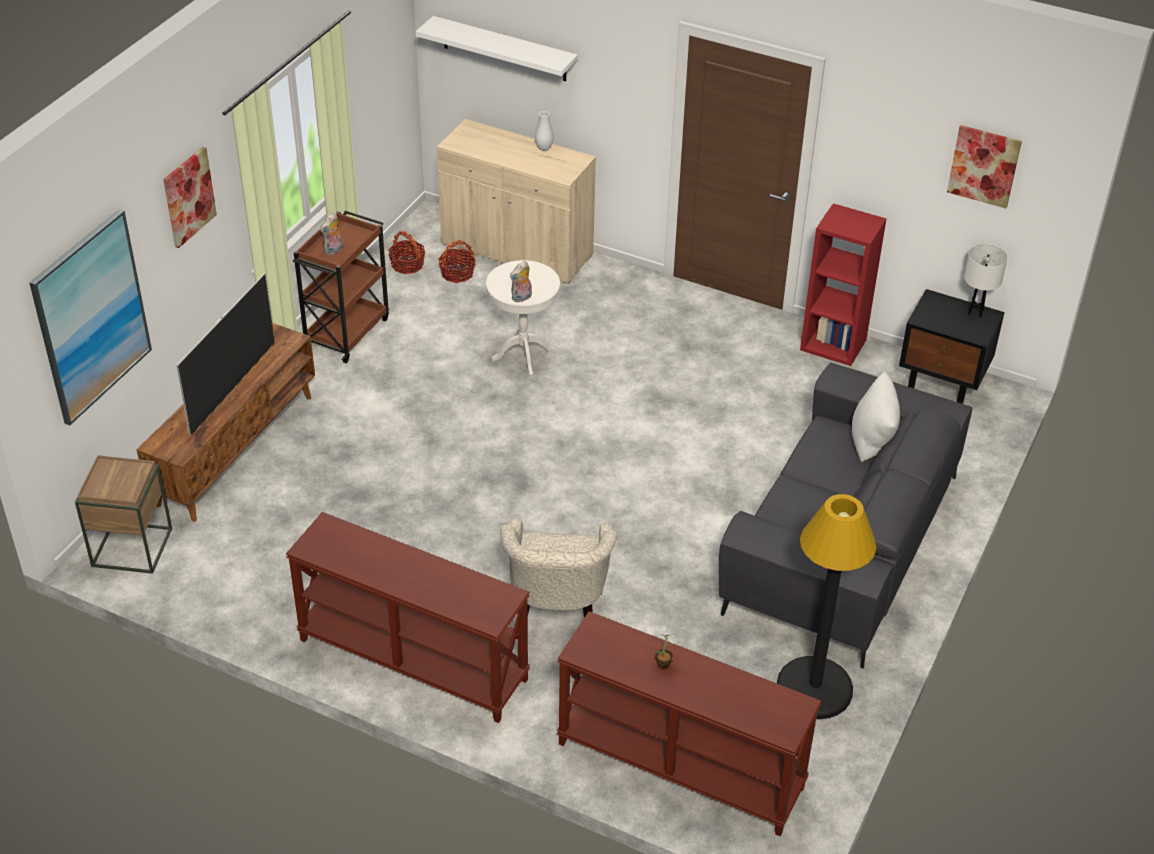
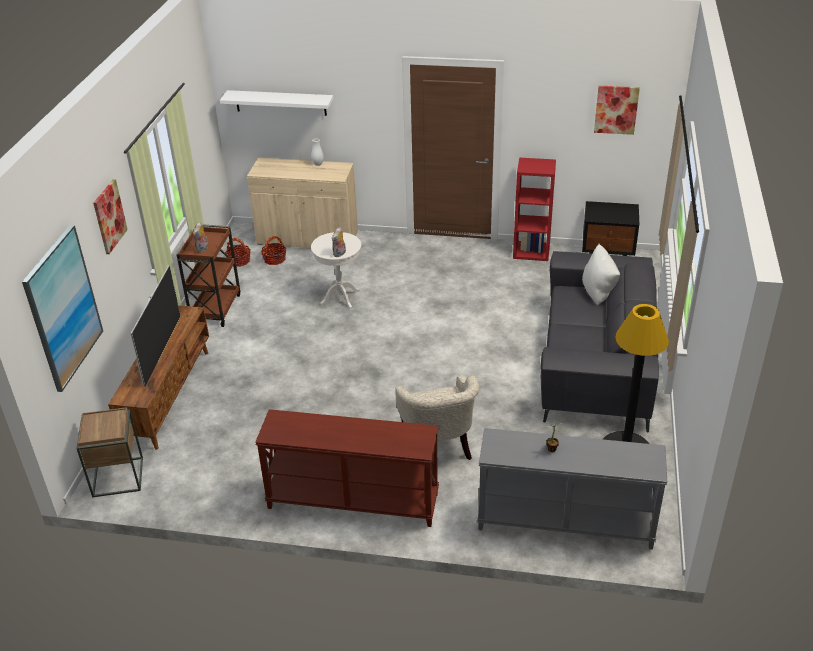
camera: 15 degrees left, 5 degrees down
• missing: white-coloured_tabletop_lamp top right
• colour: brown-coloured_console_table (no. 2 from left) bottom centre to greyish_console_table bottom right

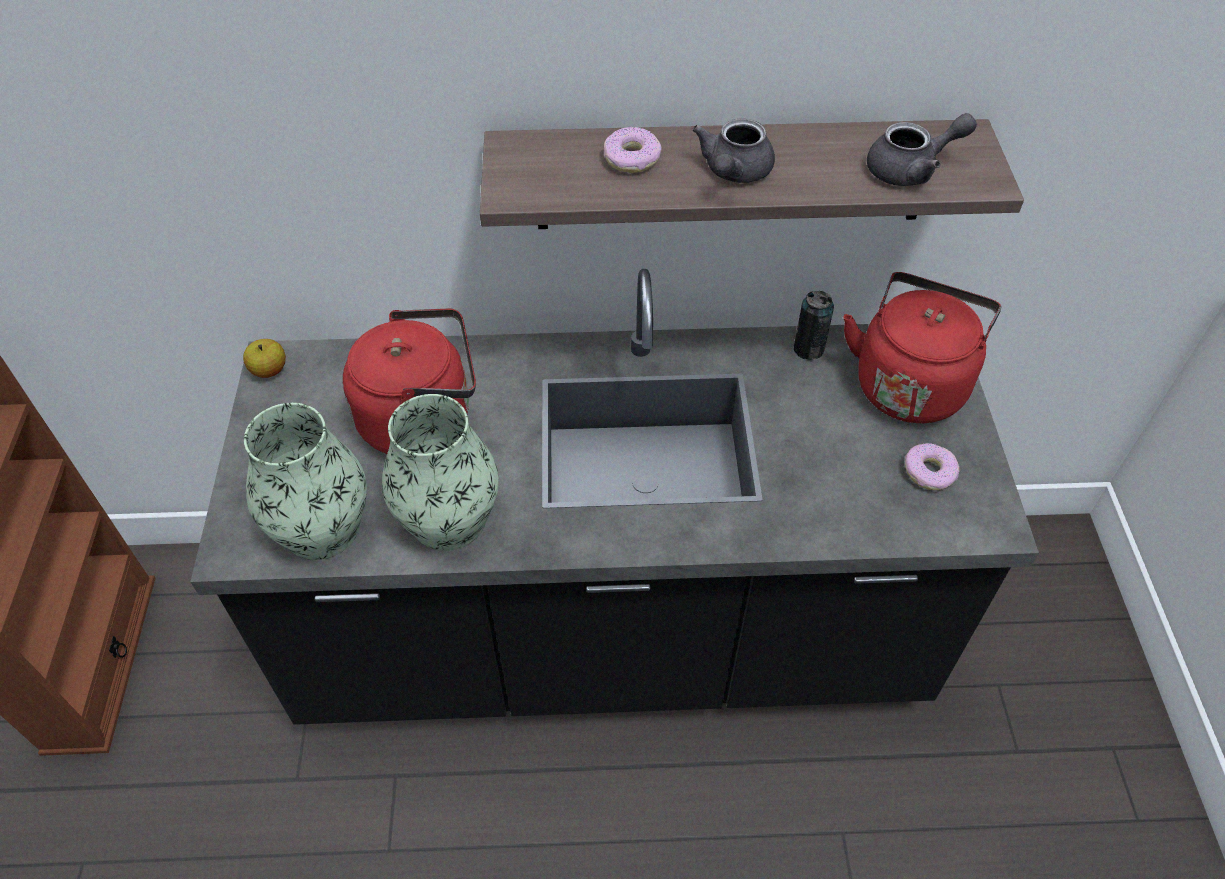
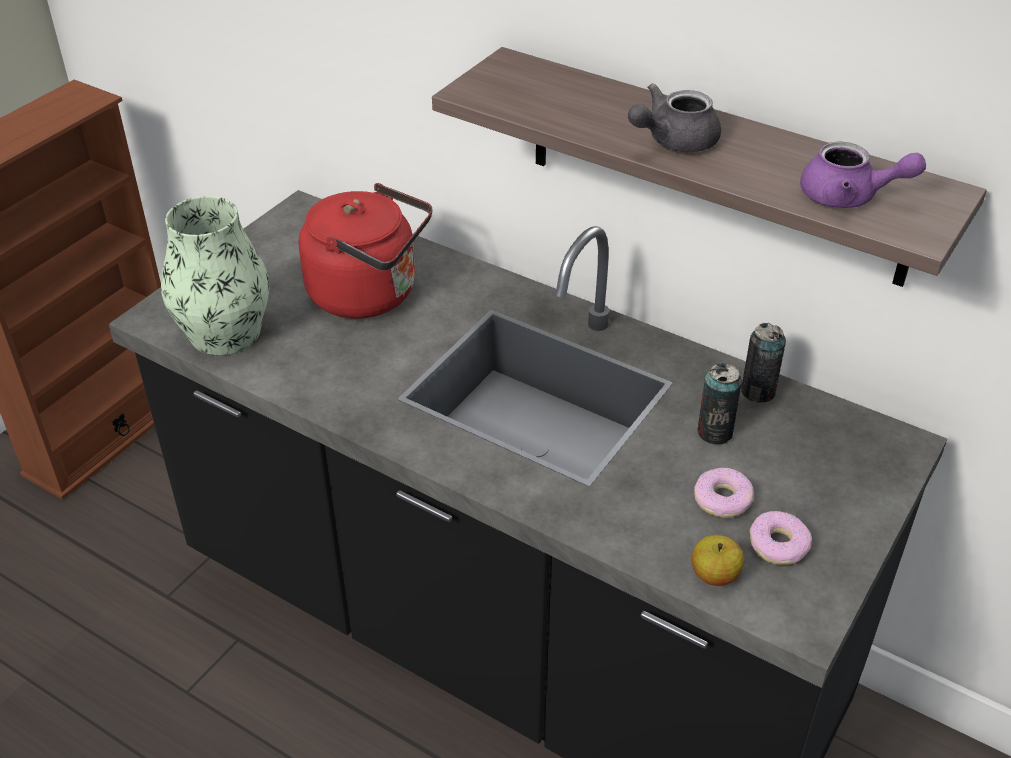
camera: 35 degrees right, 10 degrees down
• missing: vase (no. 2 from left) centre
• missing: reddish_kettle (no. 2 from left) middle right
• appeared: metal_can (no. 1 from left) middle right
• relocated: apple middle left to bottom right
• relocated: donut (no. 1 from left) top centre to middle right
• colour: greyish_tea_pot (no. 2 from left) top right to purple-coloured_tea_pot top right

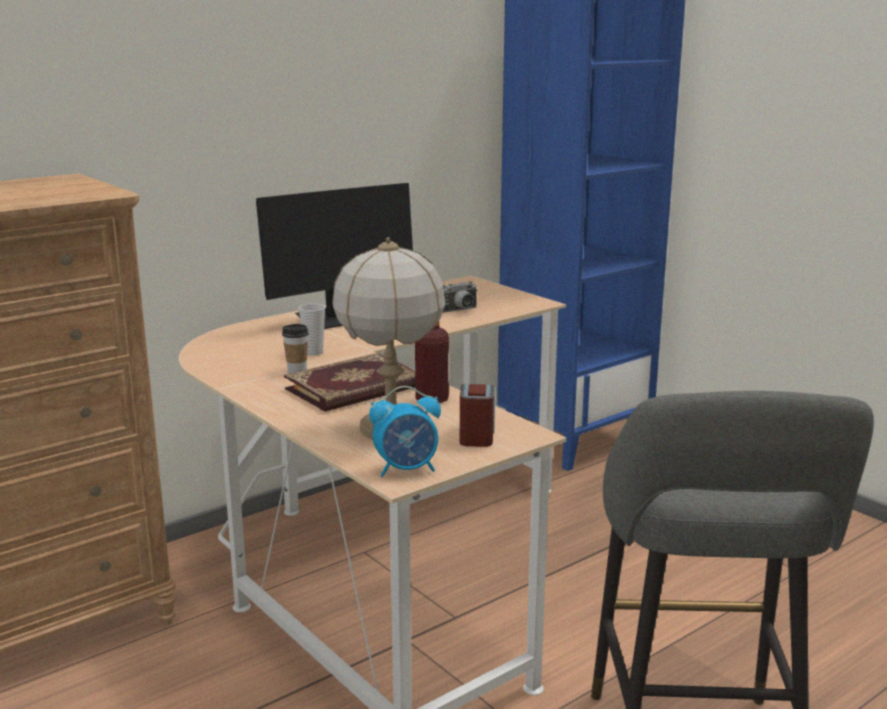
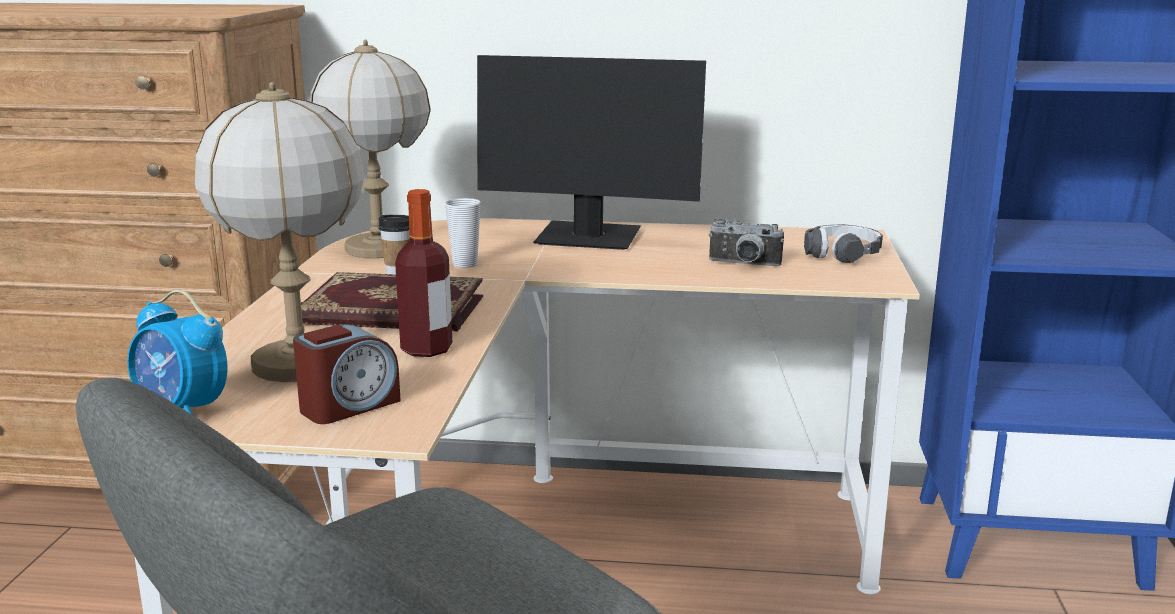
camera: 45 degrees right, 0 degrees up
• appeared: tabletop_lamp (no. 2 from left) top left
• appeared: headset middle right

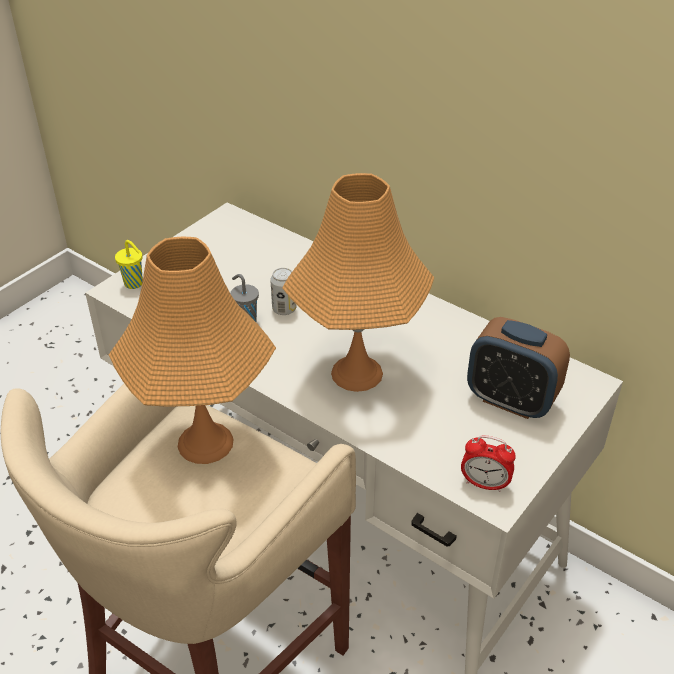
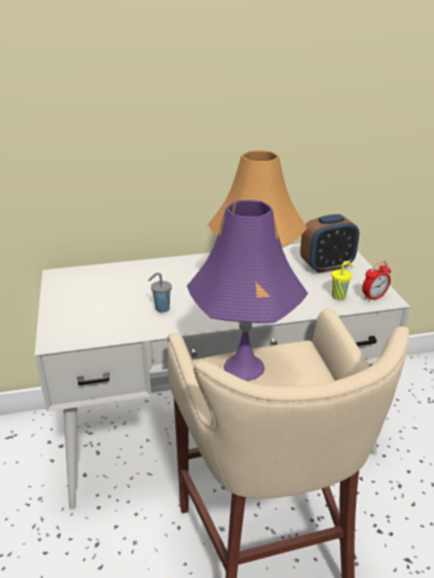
camera: 50 degrees left, 10 degrees down
• missing: metal_can centre
• relocated: yellowish_drinking_cup middle left to middle right
• colour: orangey_tabletop_lamp (no. 1 from left) middle left to purple-coloured_tabletop_lamp centre

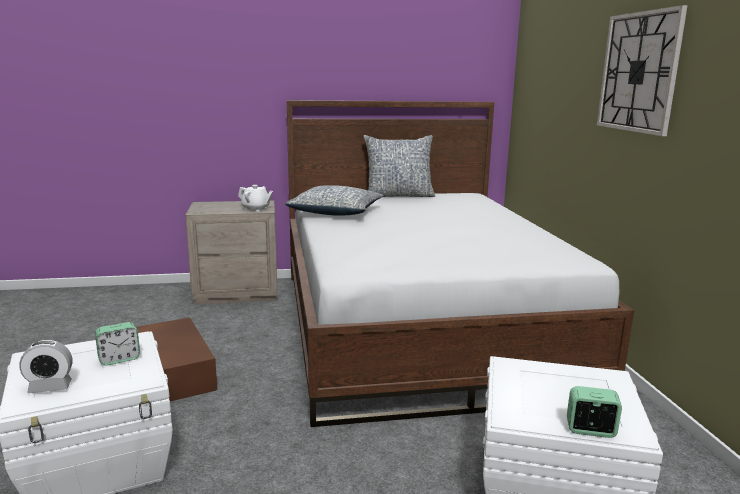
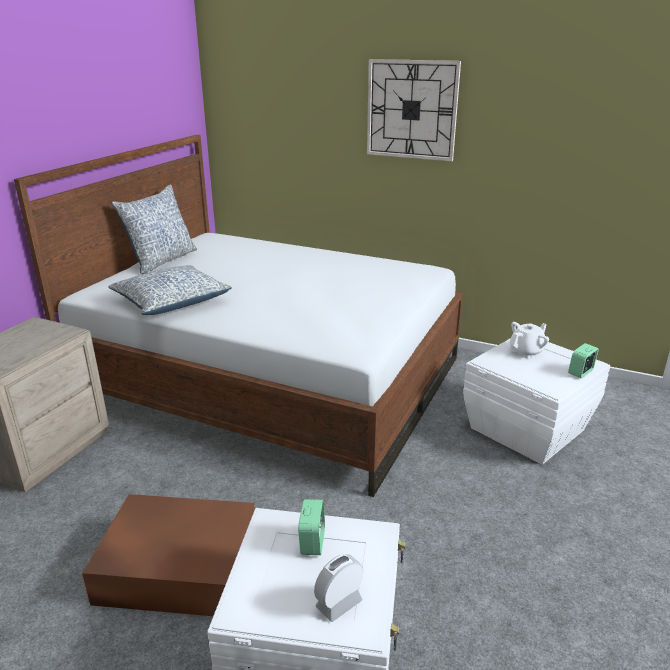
camera: 55 degrees left, 10 degrees up
• relocated: white-coloured_tea_pot centre to middle right
• spun: table_clock (no. 1 from left in the first image) bottom left = bottom centre 150 degrees counterclockwise

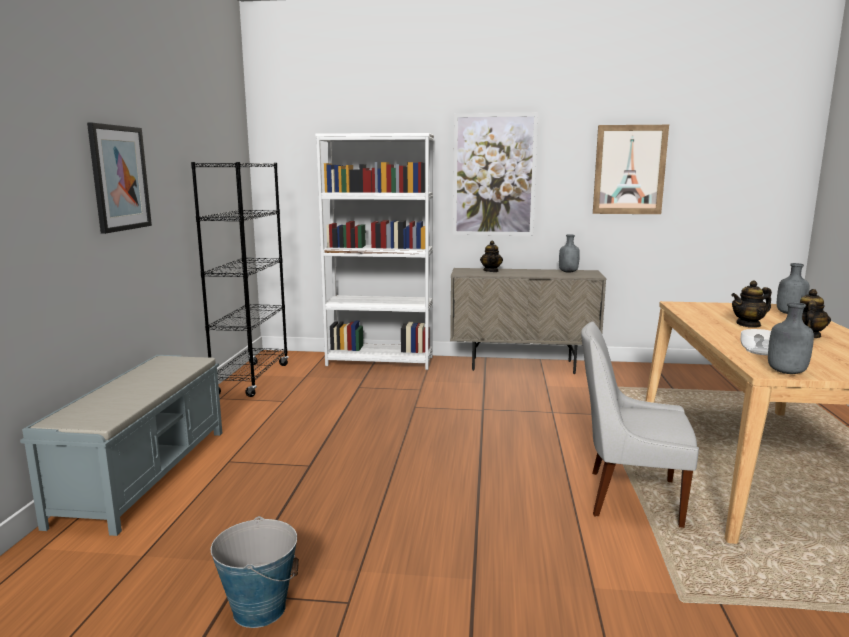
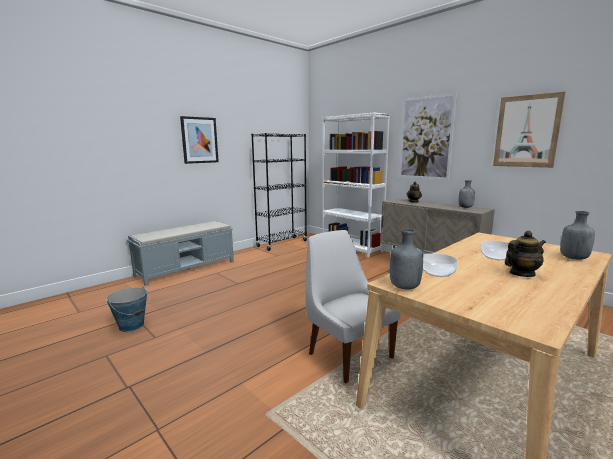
camera: 40 degrees right, 0 degrees up
• exchanged: tea_pot (no. 2 from left) middle right to deep_dish (no. 2 from left) middle right

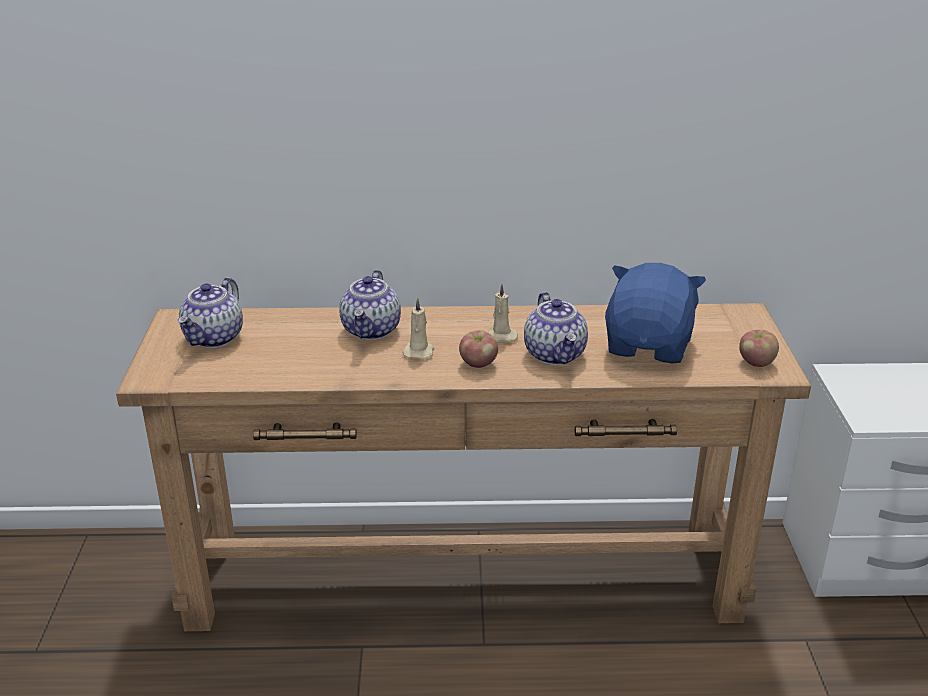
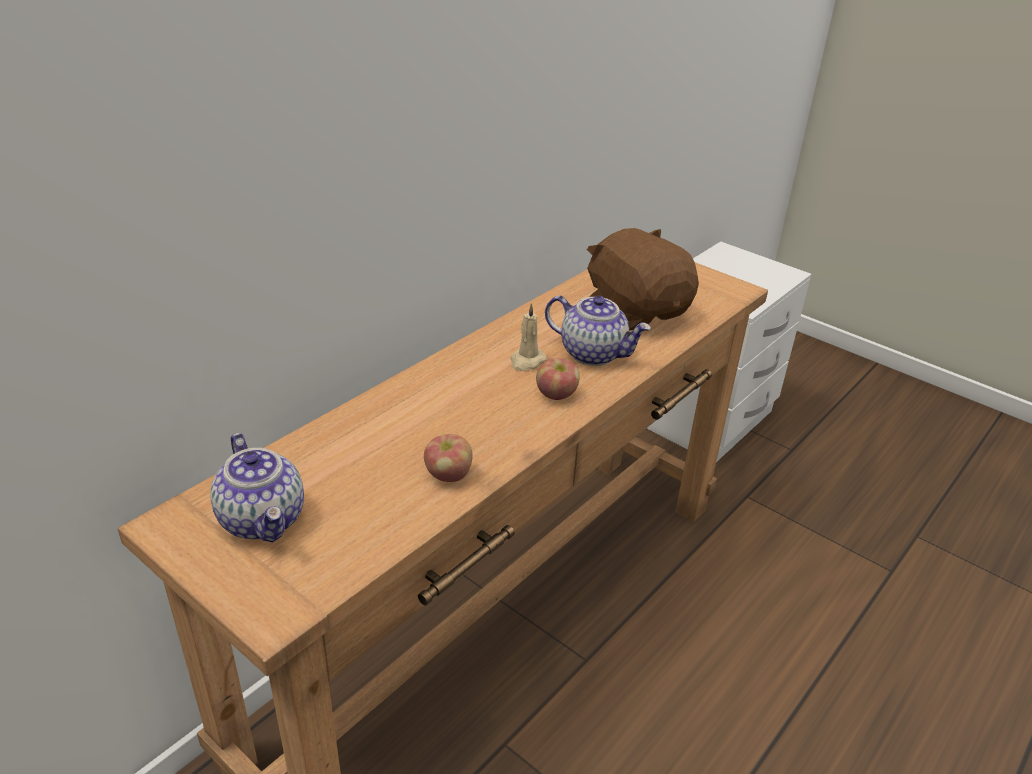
camera: 50 degrees left, 5 degrees up
• missing: tea_pot (no. 2 from left) centre
• missing: beige_wax_candle (no. 1 from left) centre
• relocated: apple (no. 2 from left in the first image) middle right to apple (no. 1 from left) centre
• colour: blue-coloured_soft_toy middle right to brown-coloured_soft_toy centre

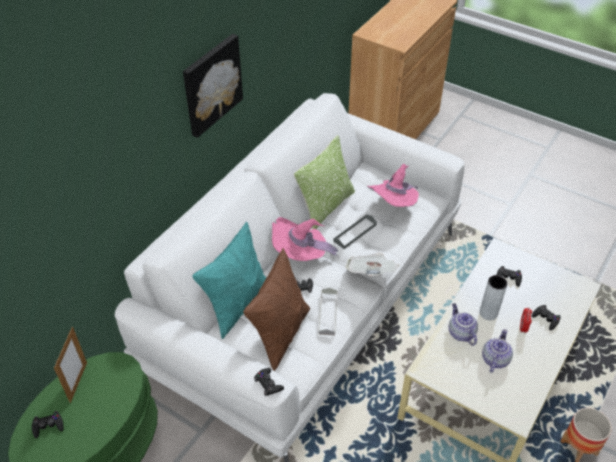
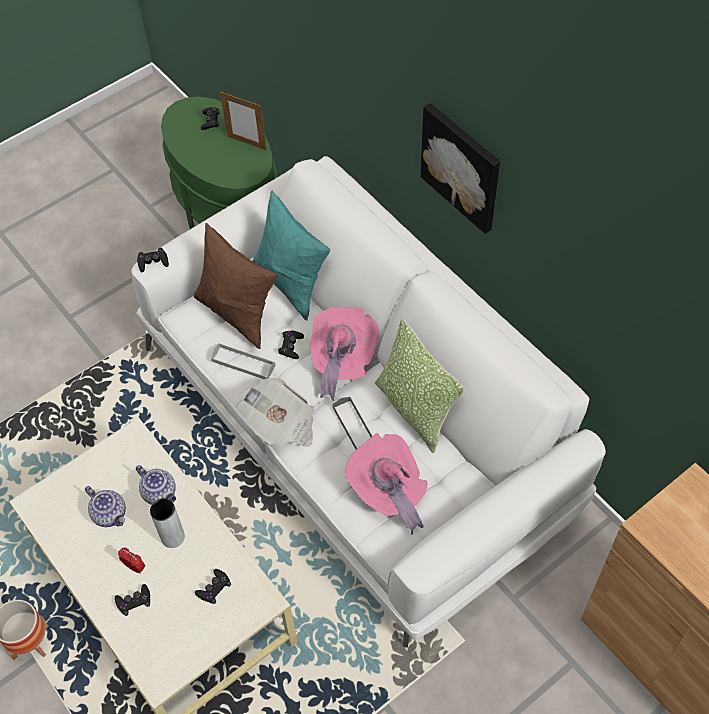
camera: 110 degrees right, 10 degrees up
• spun: tea_pot (no. 1 from left in the first image) bottom right = bottom left 45 degrees clockwise

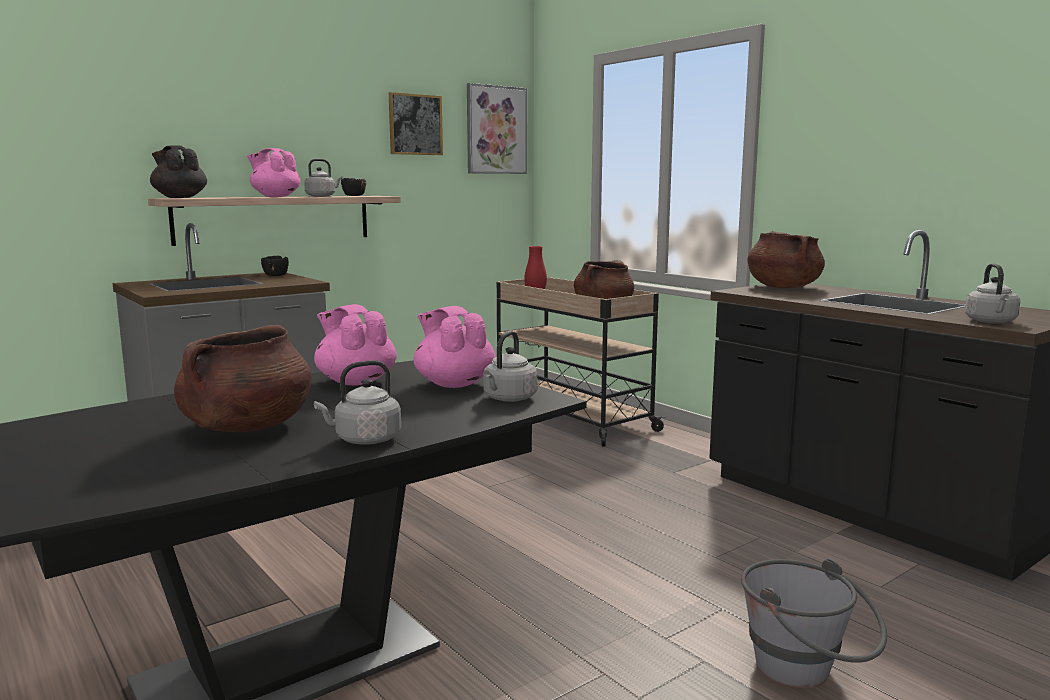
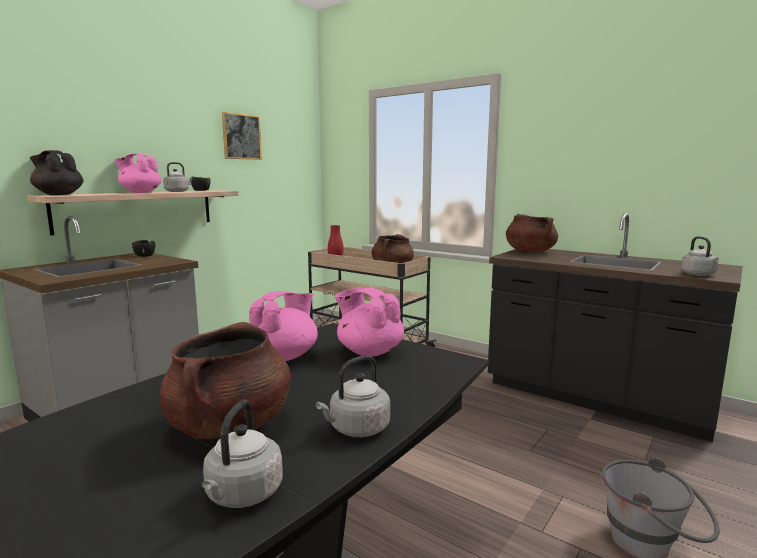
camera: 15 degrees left, 0 degrees up
• missing: picture (no. 2 from left) top centre
• relocated: greyish_kettle (no. 3 from left in the first image) centre to greyish_kettle (no. 2 from left) bottom left
• spun: pink-coloured_tea_pot (no. 2 from left) centre = centre 90 degrees clockwise

